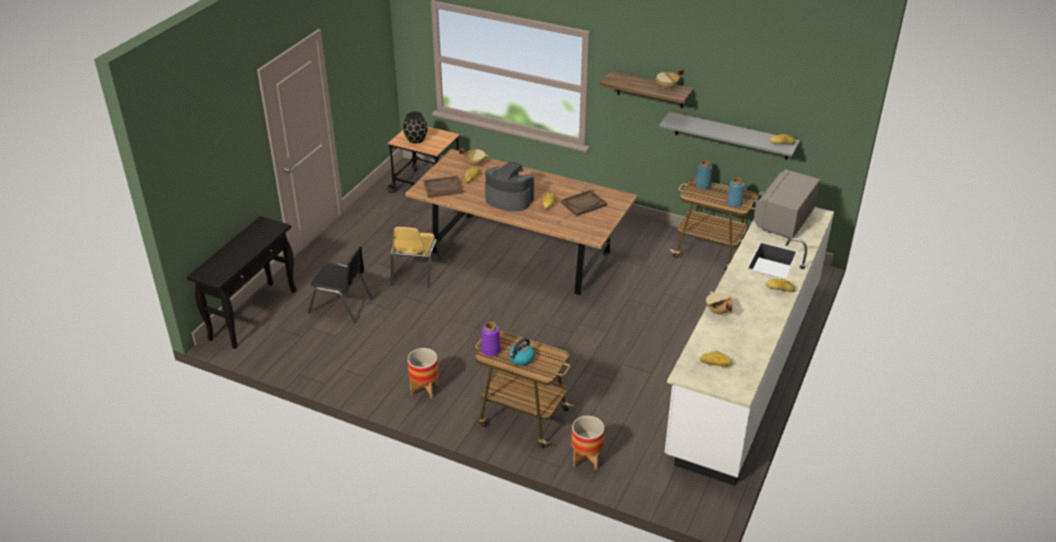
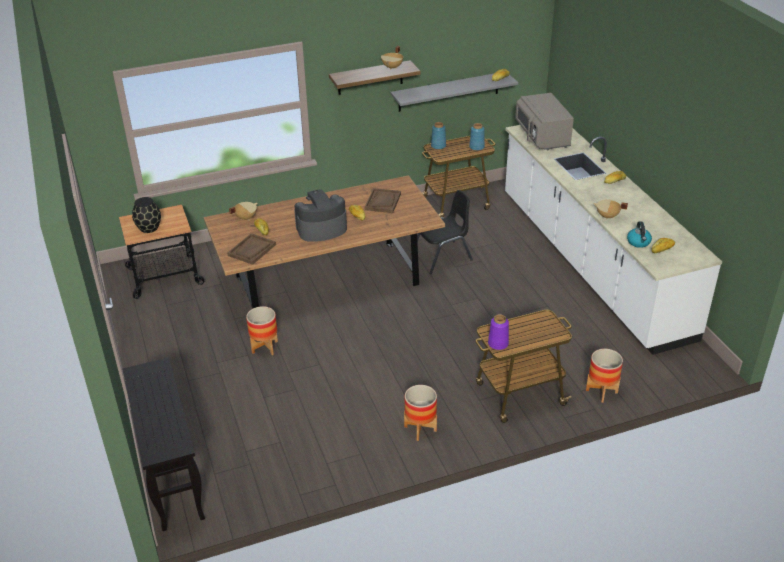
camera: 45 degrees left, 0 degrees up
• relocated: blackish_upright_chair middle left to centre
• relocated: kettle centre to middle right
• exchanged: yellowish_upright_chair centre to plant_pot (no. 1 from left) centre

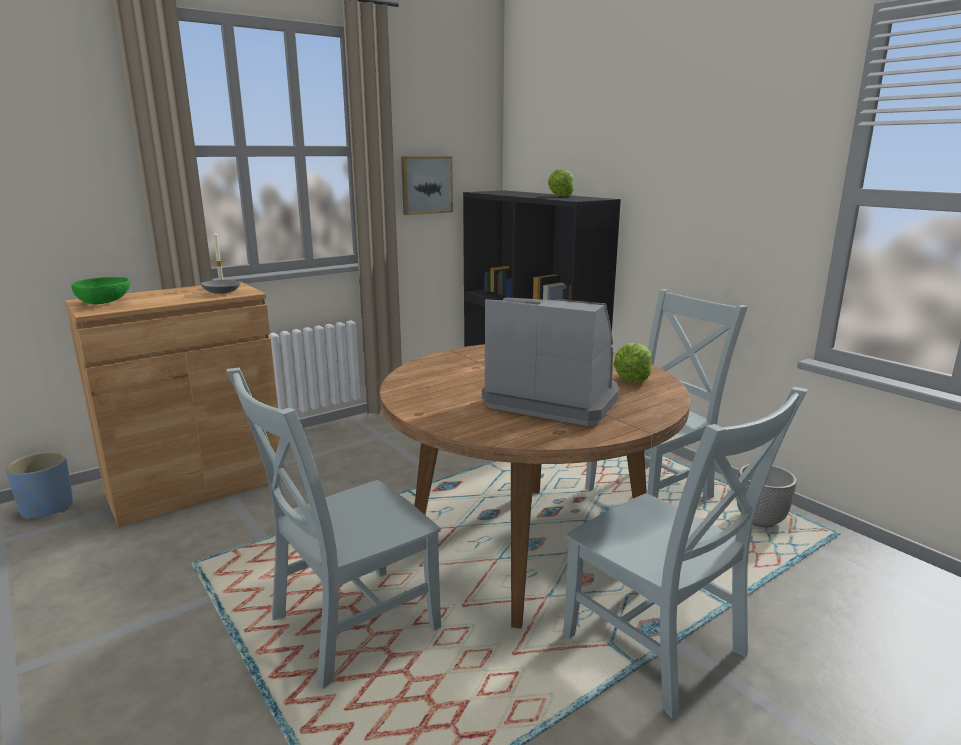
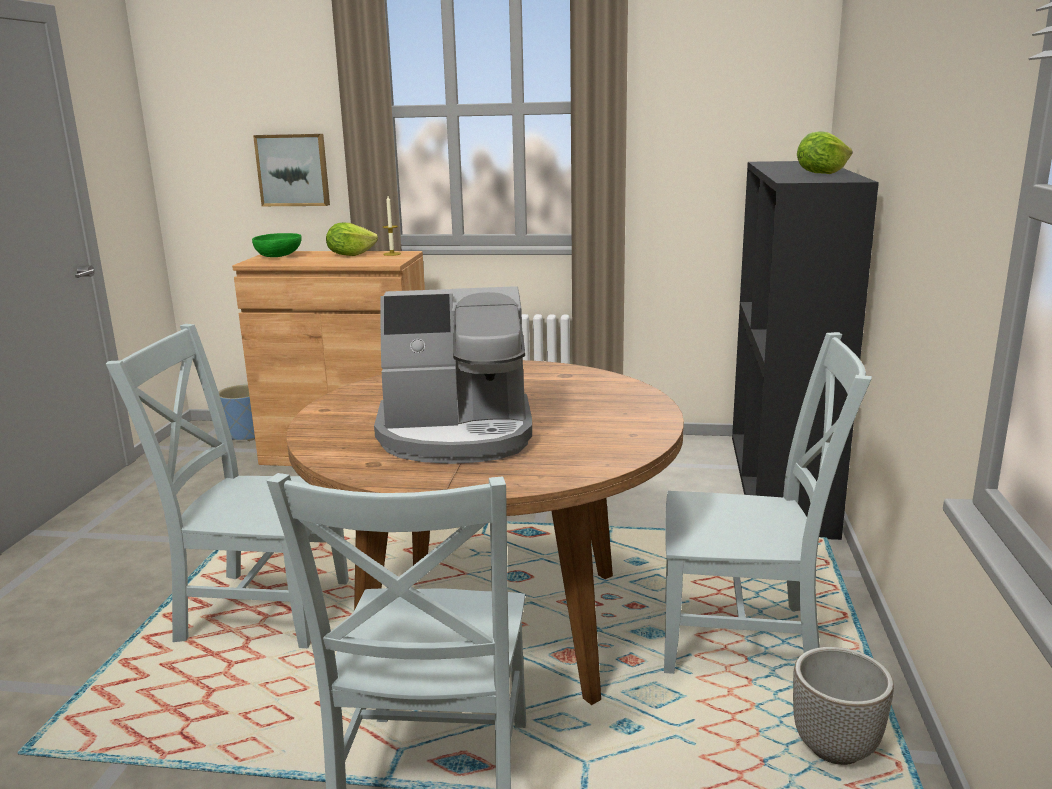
camera: 45 degrees right, 0 degrees up
• missing: greyish_deep_dish middle left
• relocated: picture top centre to top left
• relocated: lettuce (no. 2 from left in the first image) centre to lettuce (no. 1 from left) top centre
• spun: coffee_brewer centre = centre 105 degrees clockwise

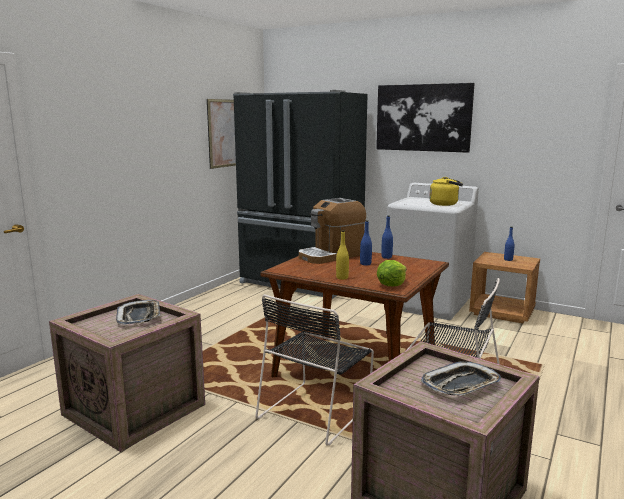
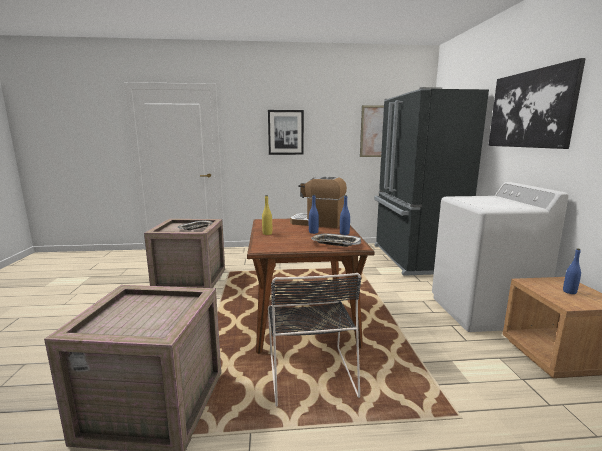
camera: 55 degrees right, 0 degrees up
• missing: blackish_upright_chair (no. 1 from left) bottom centre
• missing: lettuce centre
• missing: yellowish_kettle middle right
• appeared: picture (no. 1 from left) top centre
• relocated: serving_tray (no. 2 from left) bottom right to centre

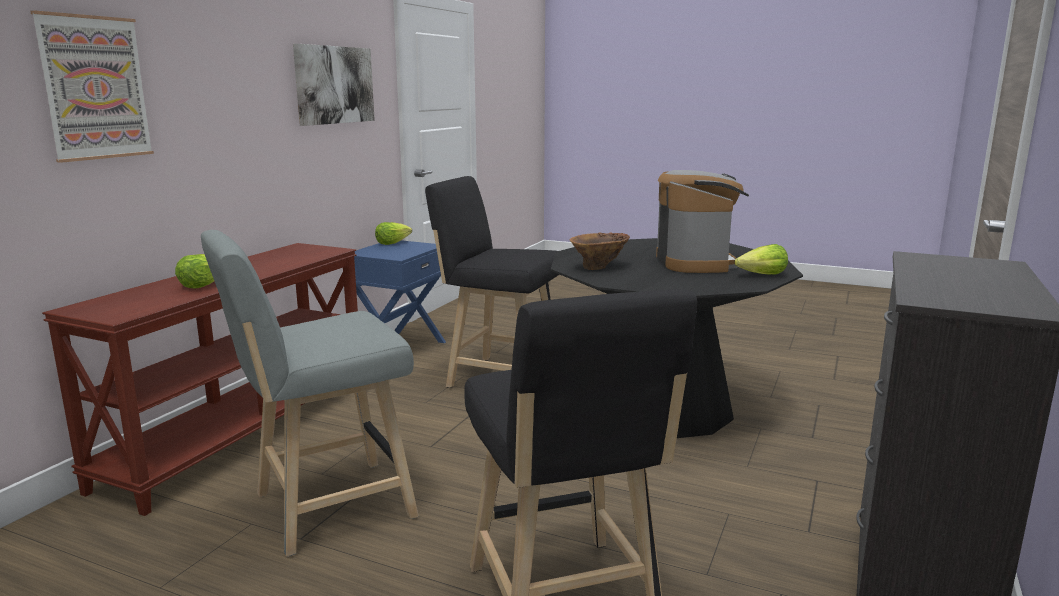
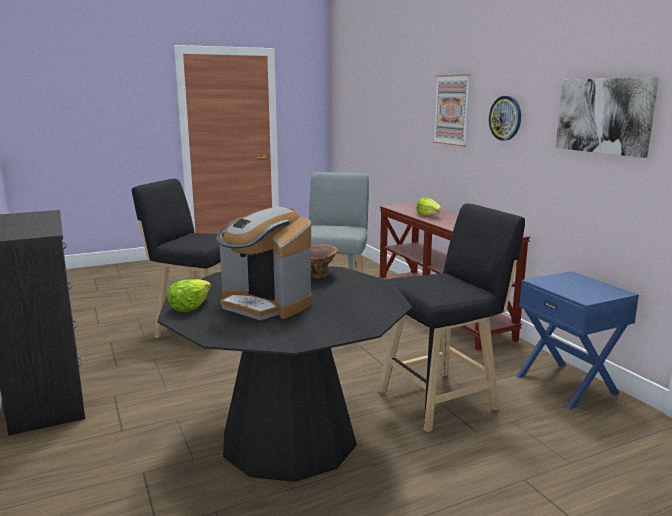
camera: 130 degrees right, 0 degrees up
• missing: lettuce (no. 2 from left) centre
• appeared: clock_on_the_wall top right

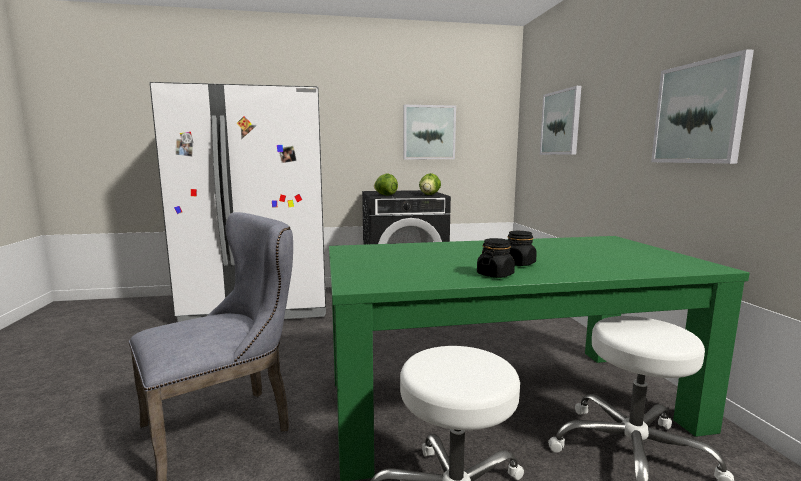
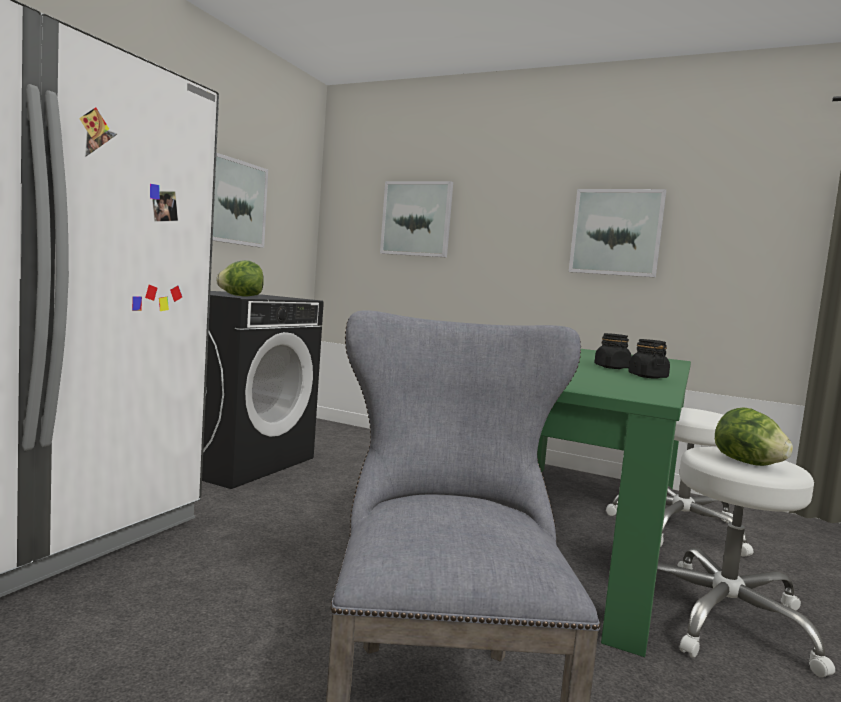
camera: 55 degrees left, 5 degrees down
• relocated: lettuce (no. 2 from left) centre to middle right

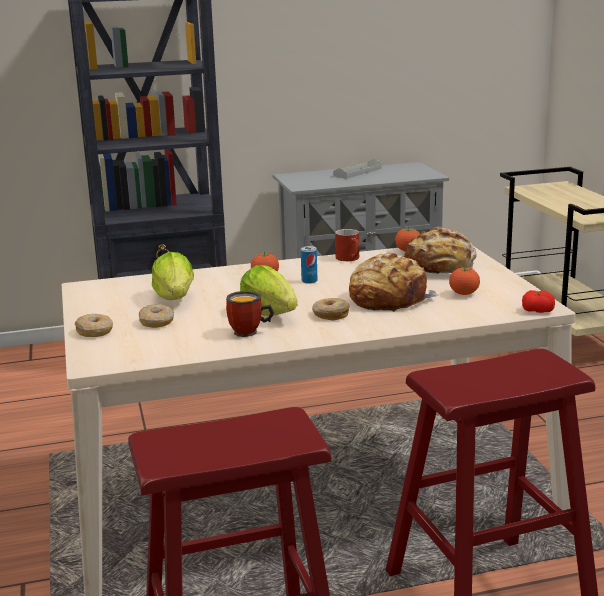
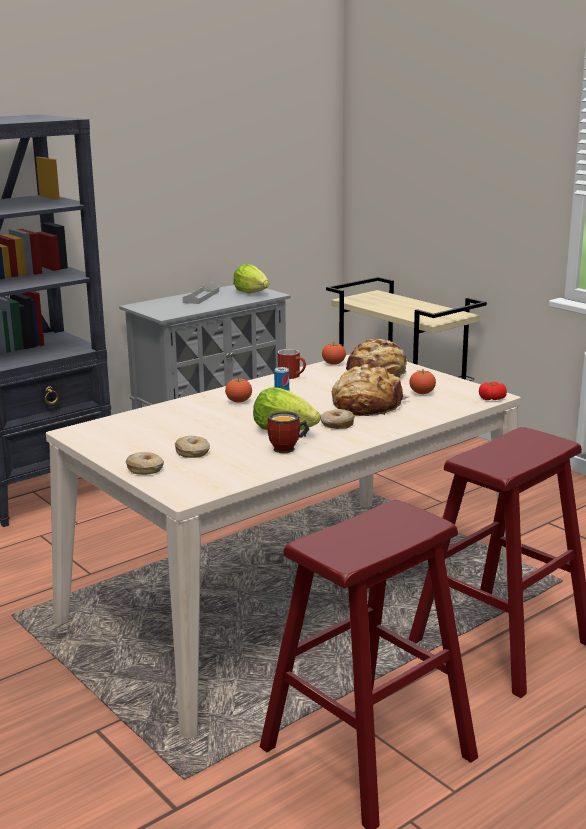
camera: 25 degrees left, 0 degrees up
• relocated: lettuce (no. 1 from left) middle left to centre

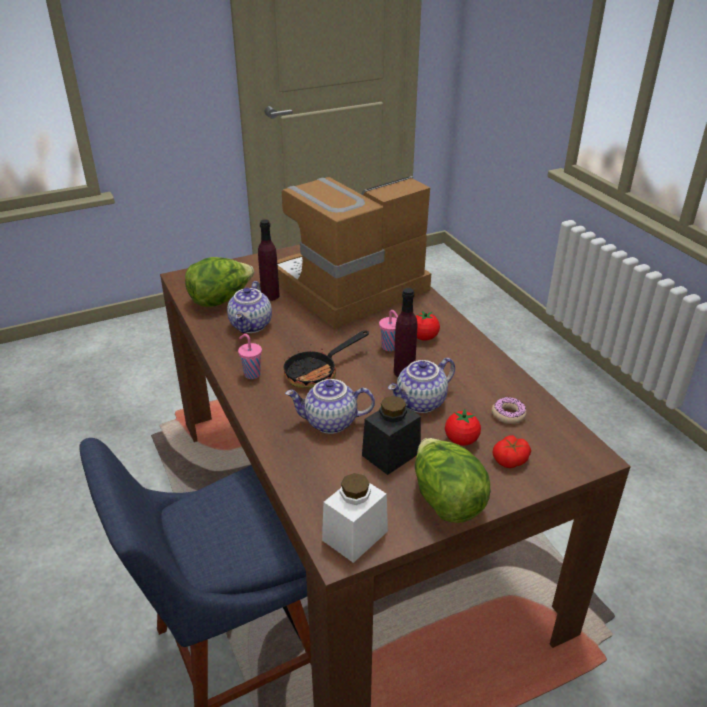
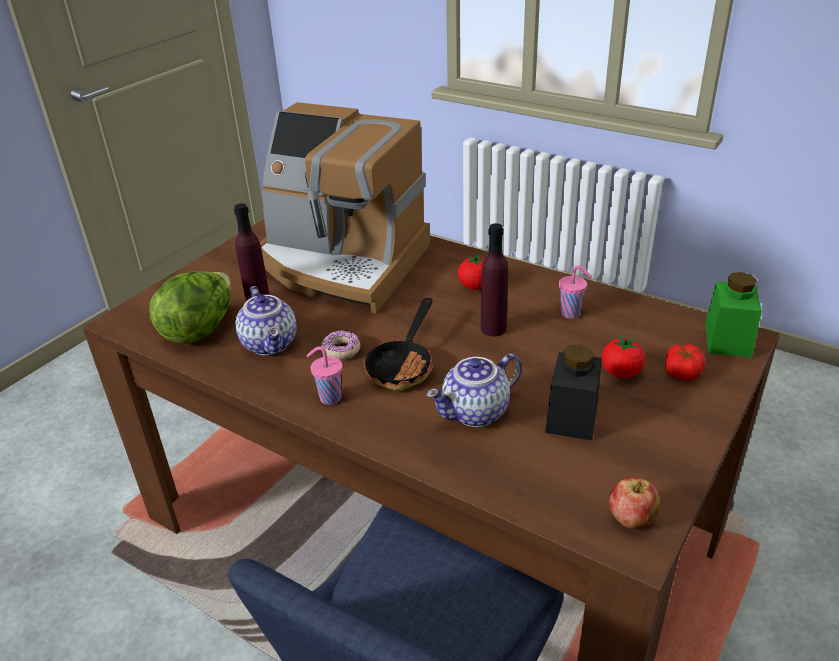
camera: 30 degrees left, 0 degrees up
• missing: tea_pot (no. 3 from left) centre
• missing: lettuce (no. 2 from left) bottom centre
• appeared: greenish_jar middle right
• relocated: pink-coloured_drinking_cup (no. 2 from left) centre to middle right
• relocated: donut middle right to centre
• exchanged: white-coloured_jar bottom centre to apple bottom right
• spun: coffee_brewer centre = top centre 90 degrees counterclockwise

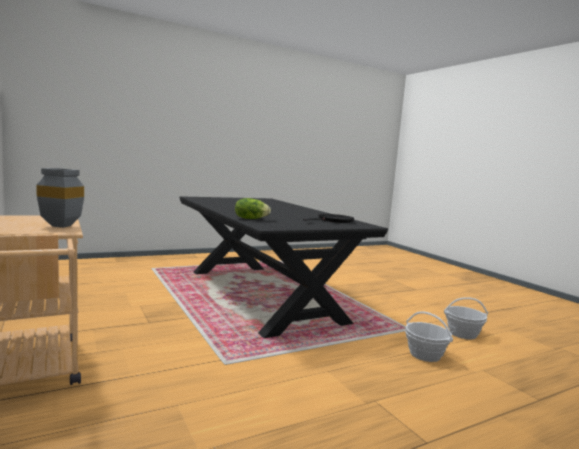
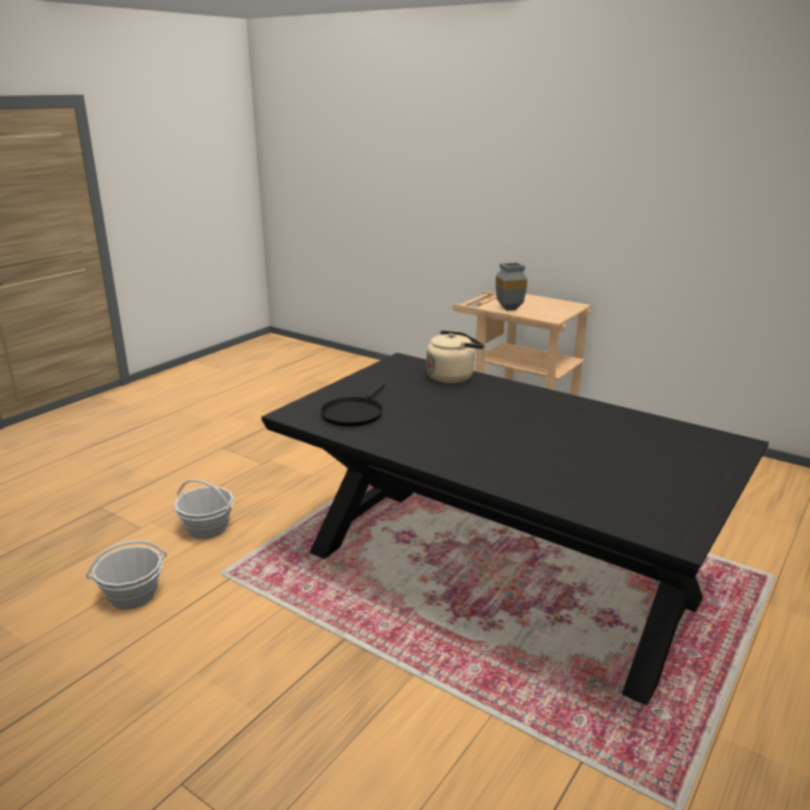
camera: 155 degrees right, 15 degrees up
• exchanged: lettuce centre to beige_kettle centre

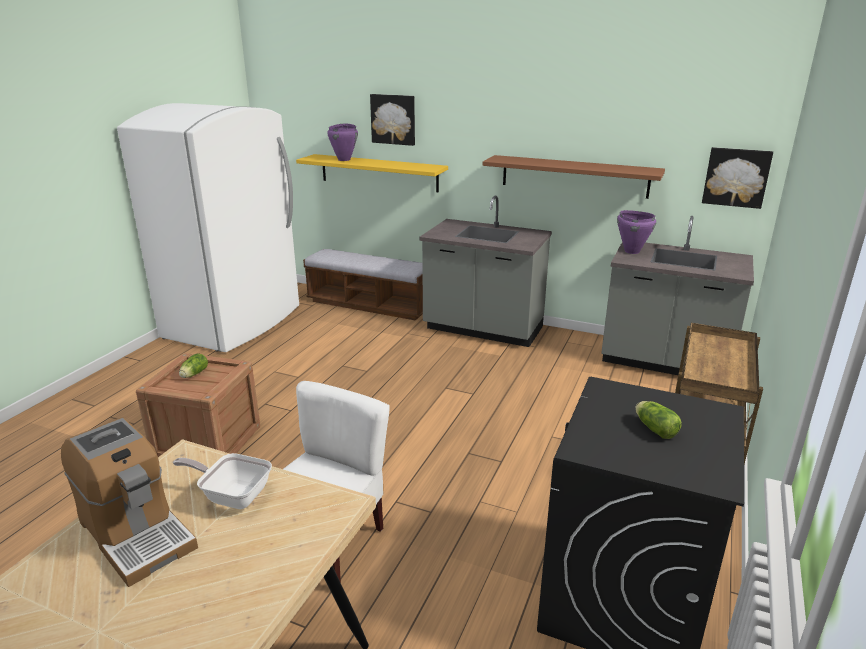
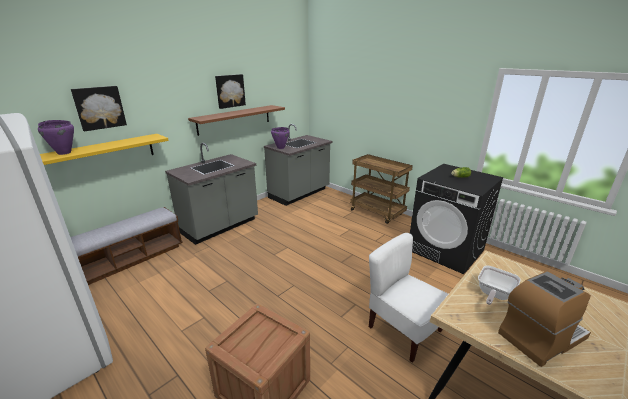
camera: 70 degrees left, 0 degrees up
• missing: lettuce (no. 1 from left) middle left
• relocated: picture (no. 2 from left) top right to top centre

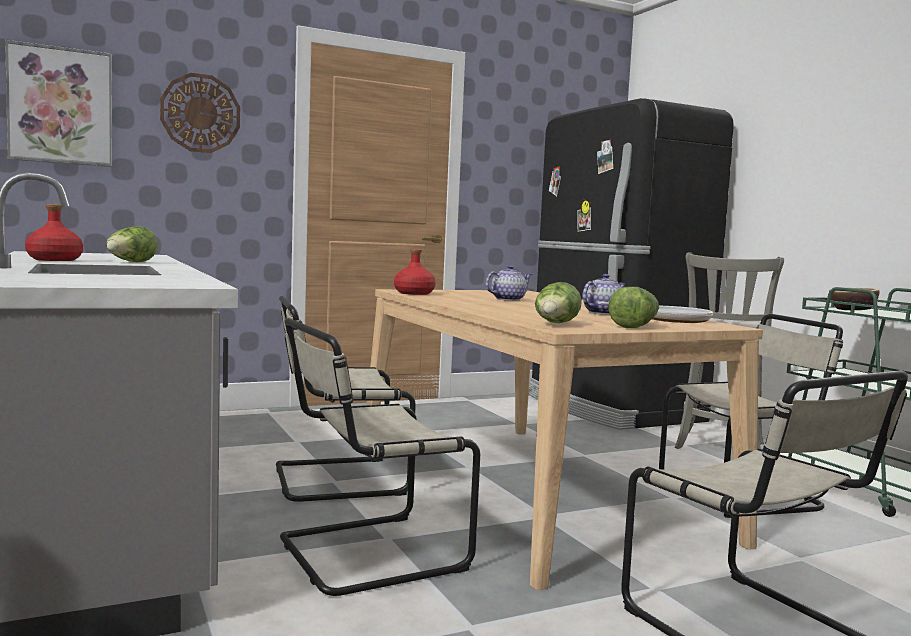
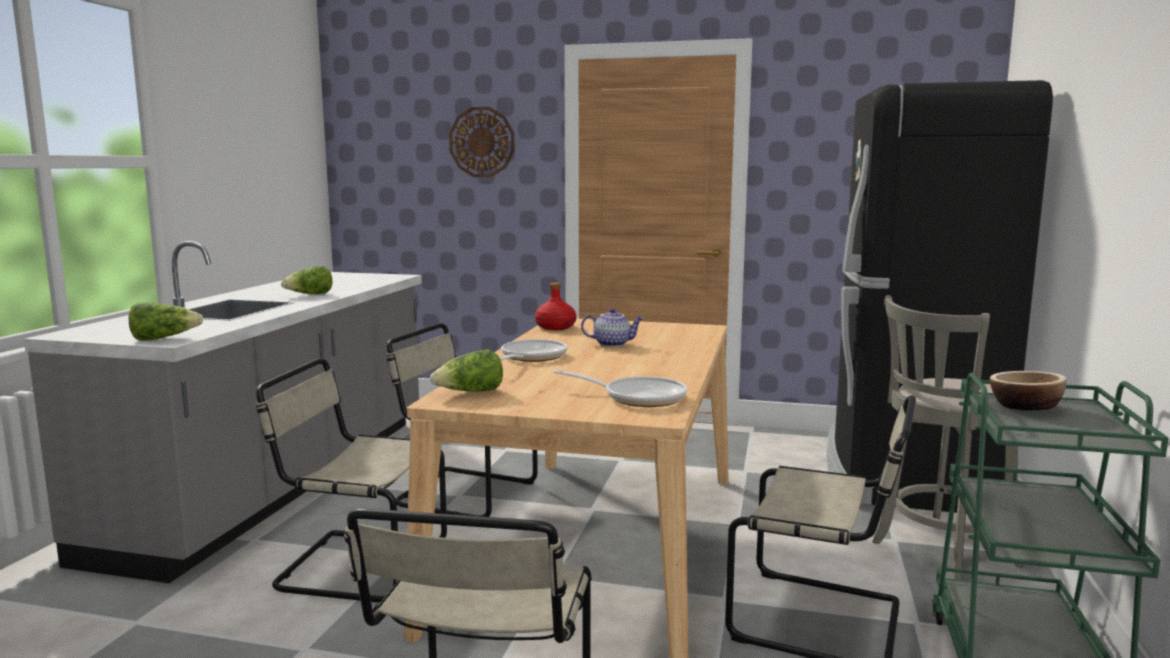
camera: 40 degrees right, 5 degrees up
• missing: picture top left
• missing: reddish_beverage_bottle (no. 1 from left) middle left
• missing: tea_pot (no. 2 from left) centre
• appeared: pan (no. 1 from left) centre
• relocated: lettuce (no. 3 from left in the first image) middle right to lettuce (no. 1 from left) middle left

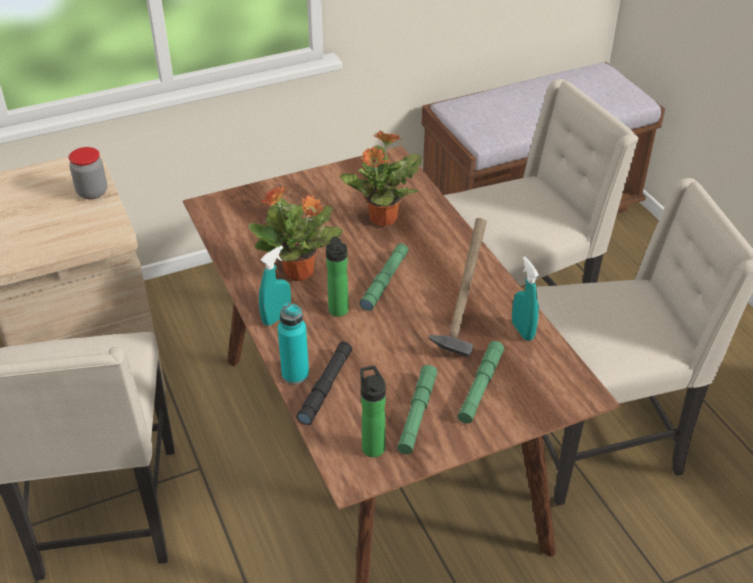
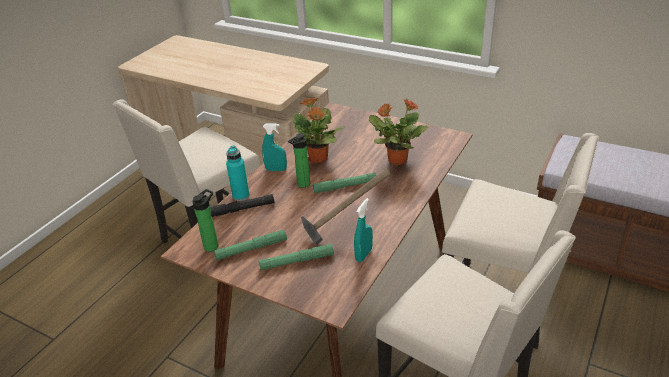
camera: 55 degrees right, 5 degrees down
• missing: jar top left

